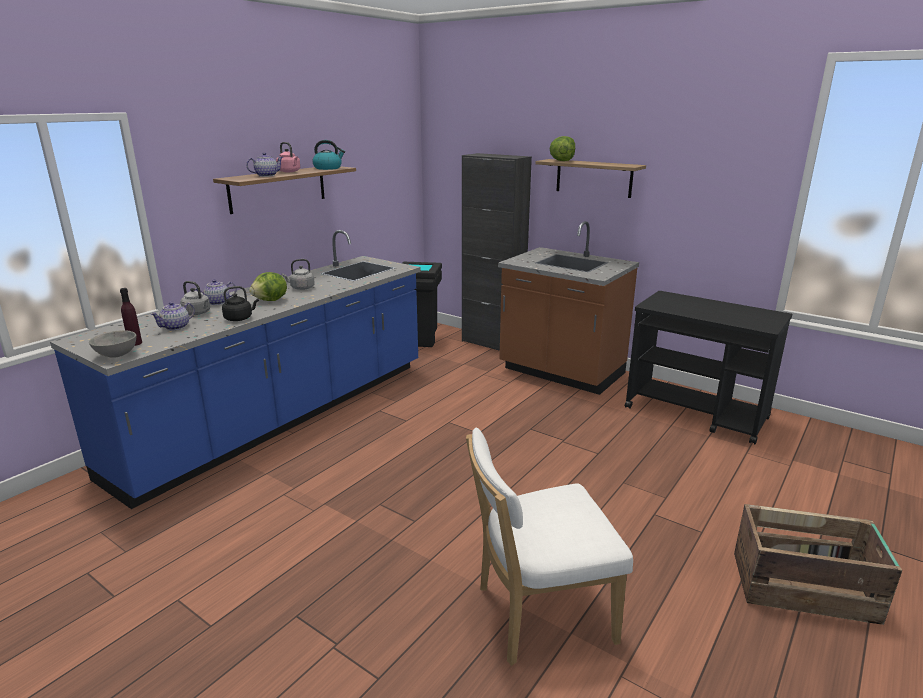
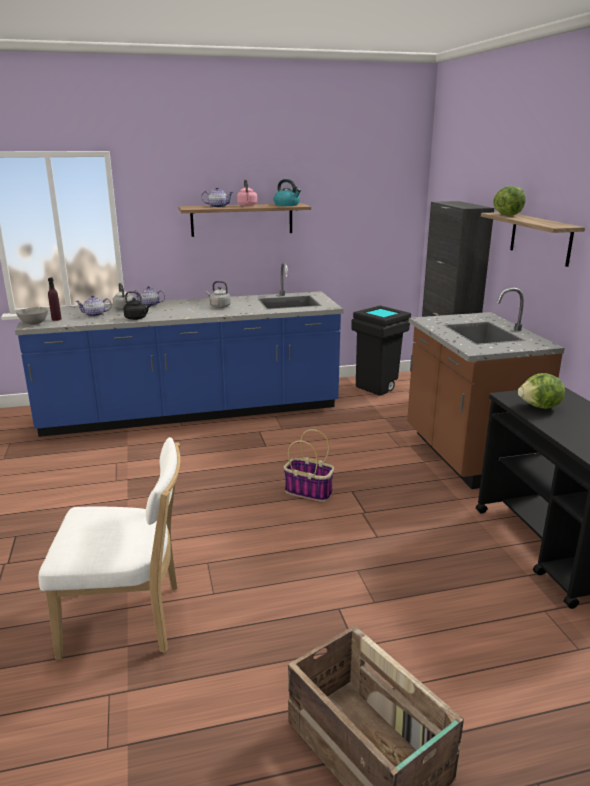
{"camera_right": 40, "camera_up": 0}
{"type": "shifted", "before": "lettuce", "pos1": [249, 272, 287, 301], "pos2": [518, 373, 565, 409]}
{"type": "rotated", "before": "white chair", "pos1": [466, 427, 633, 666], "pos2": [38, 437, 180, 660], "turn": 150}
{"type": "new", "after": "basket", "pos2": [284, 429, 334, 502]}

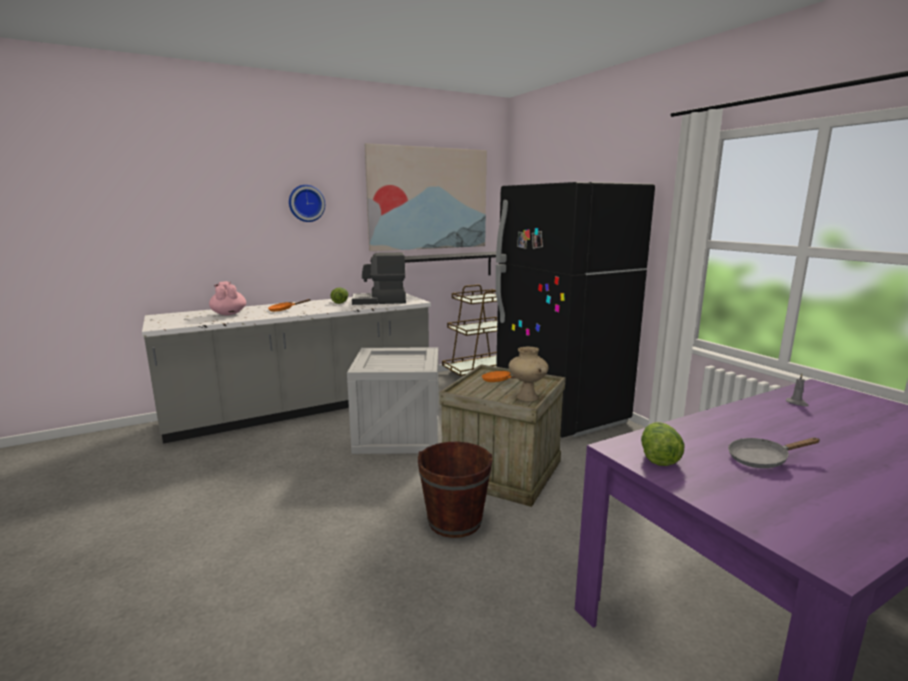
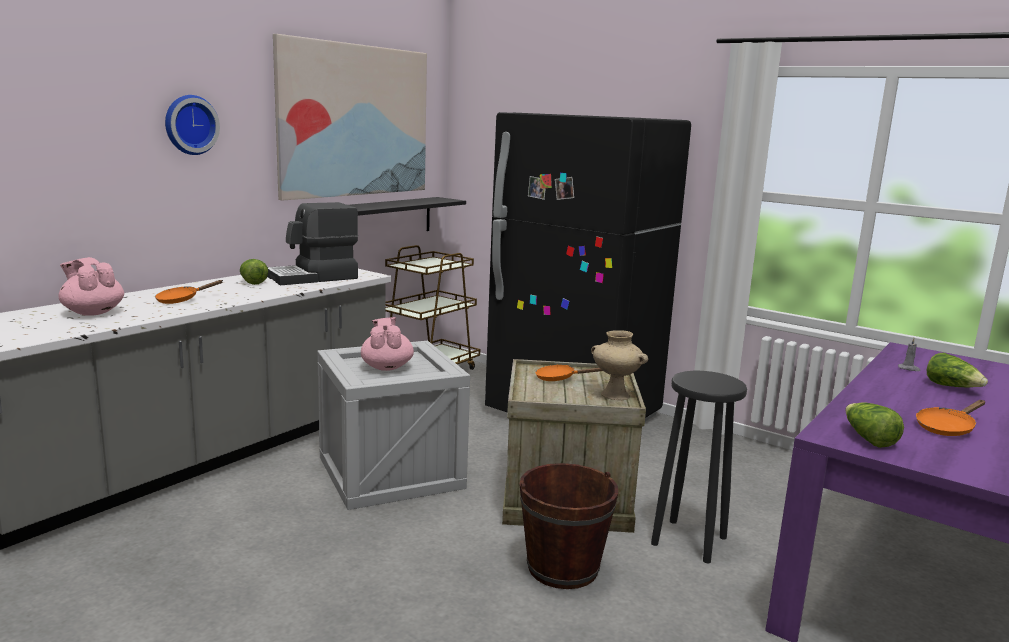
{"camera_right": -25, "camera_up": 0}
{"type": "repainted", "before": "grey frying pan", "after": "orange frying pan", "pos1": [728, 437, 819, 468], "pos2": [916, 400, 985, 436]}
{"type": "new", "after": "pink teapot", "pos2": [361, 317, 414, 371]}
{"type": "new", "after": "black stool", "pos2": [651, 371, 747, 564]}
{"type": "new", "after": "lettuce", "pos2": [927, 352, 988, 387]}

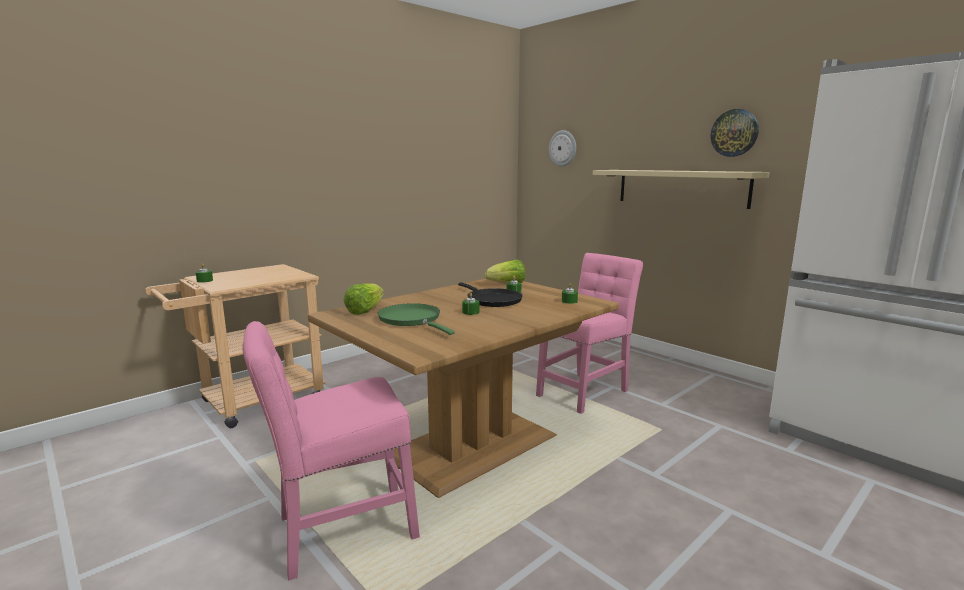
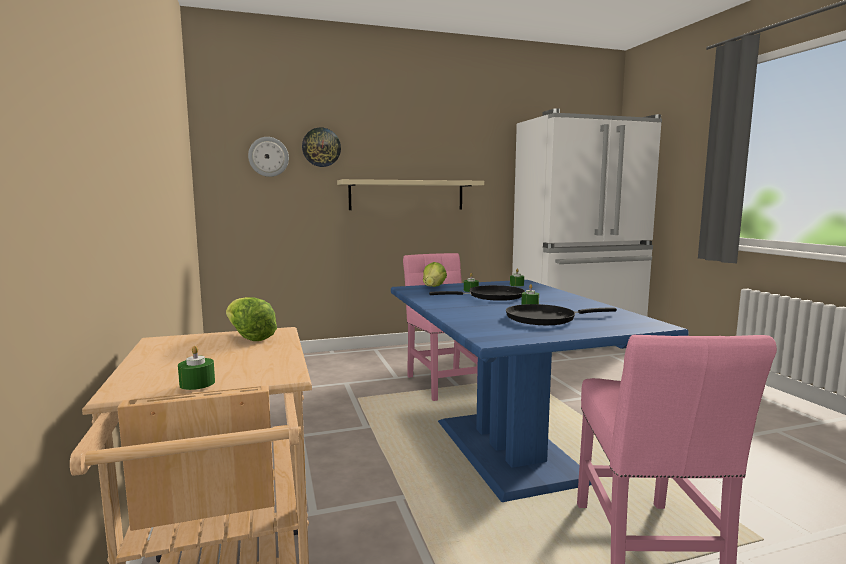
{"camera_right": -65, "camera_up": -5}
{"type": "repainted", "before": "brown dining table", "after": "blue dining table", "pos1": [308, 279, 619, 498], "pos2": [391, 280, 689, 502]}
{"type": "shifted", "before": "lettuce", "pos1": [344, 283, 384, 315], "pos2": [226, 297, 277, 341]}
{"type": "repainted", "before": "green frying pan", "after": "black frying pan", "pos1": [378, 303, 454, 335], "pos2": [506, 304, 617, 325]}
{"type": "shifted", "before": "wall clock", "pos1": [711, 109, 759, 157], "pos2": [302, 127, 341, 167]}

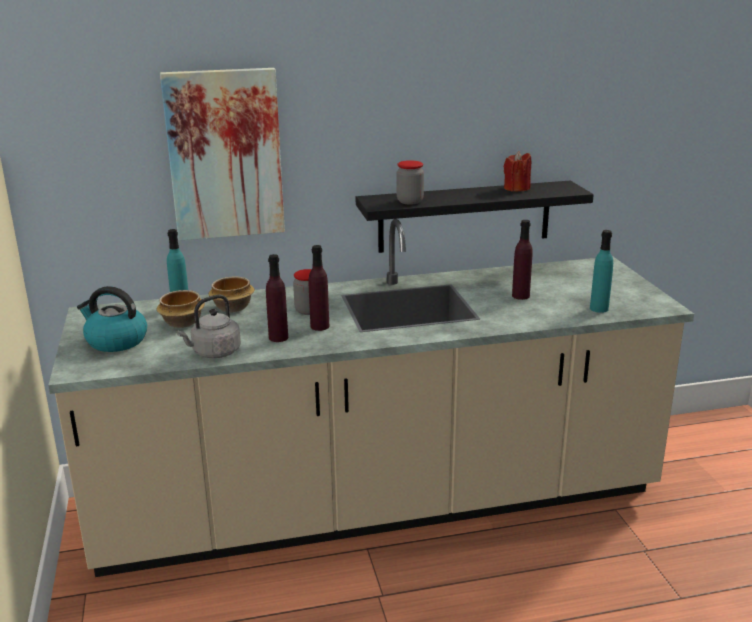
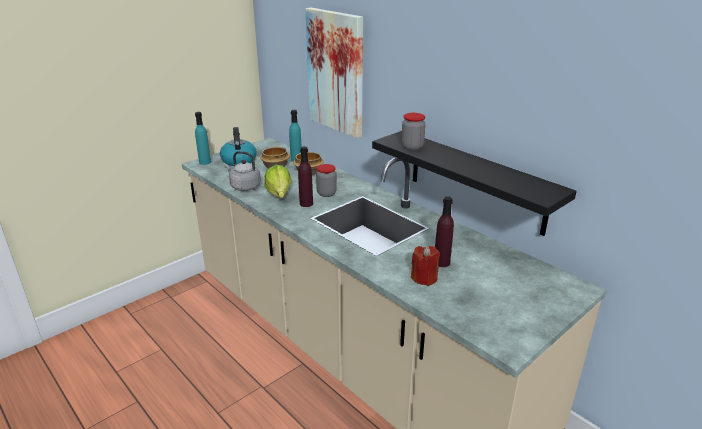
{"camera_right": 60, "camera_up": 5}
{"type": "swapped", "before": "purple bottle", "after": "lettuce", "pos1": [266, 254, 288, 342], "pos2": [264, 165, 291, 198]}
{"type": "shifted", "before": "red candle", "pos1": [504, 151, 531, 191], "pos2": [411, 246, 440, 286]}
{"type": "shifted", "before": "turquoise bottle", "pos1": [590, 230, 613, 313], "pos2": [195, 112, 211, 165]}

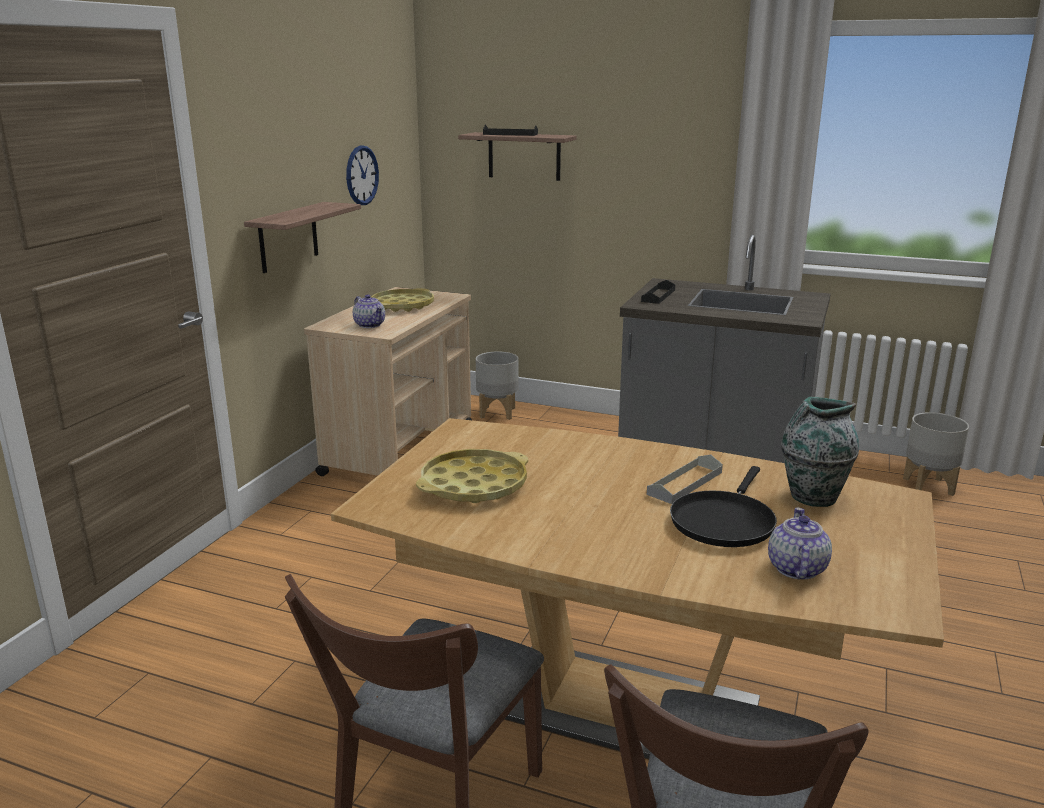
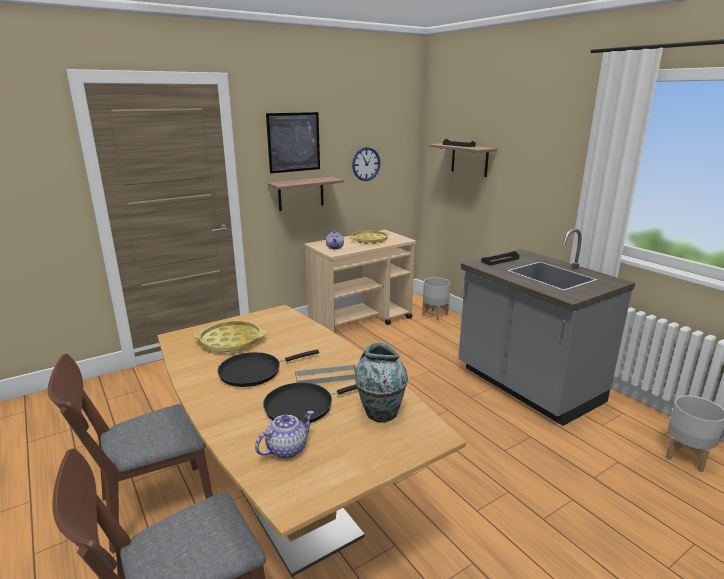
{"camera_right": 35, "camera_up": 0}
{"type": "new", "after": "black frying pan", "pos2": [218, 349, 319, 387]}
{"type": "new", "after": "picture", "pos2": [266, 112, 320, 174]}

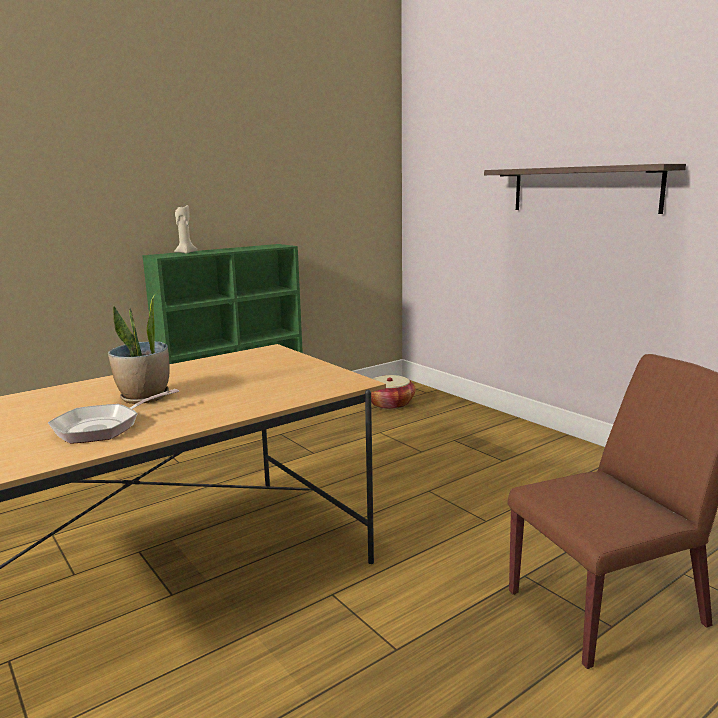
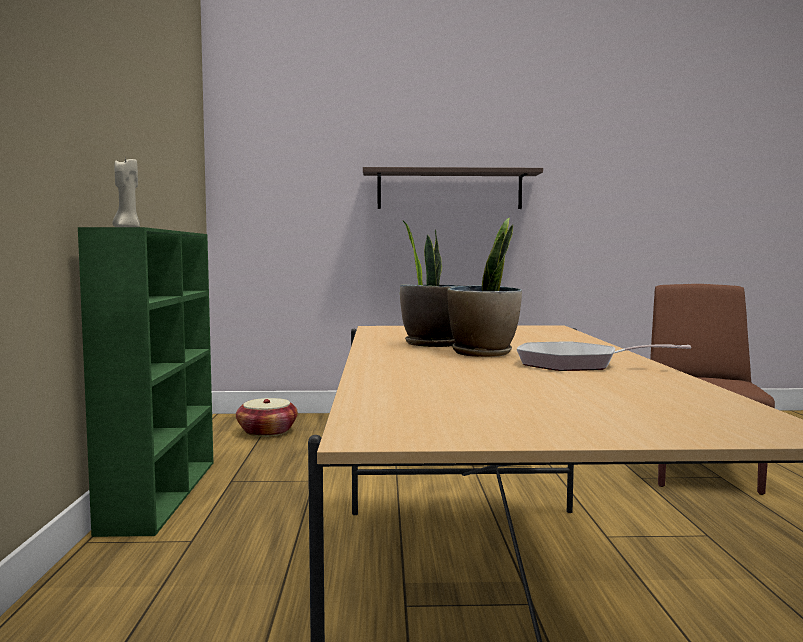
{"camera_right": -55, "camera_up": -10}
{"type": "rotated", "before": "frying pan", "pos1": [48, 389, 179, 444], "pos2": [517, 342, 691, 371], "turn": 120}
{"type": "new", "after": "potted plant", "pos2": [400, 220, 460, 347]}

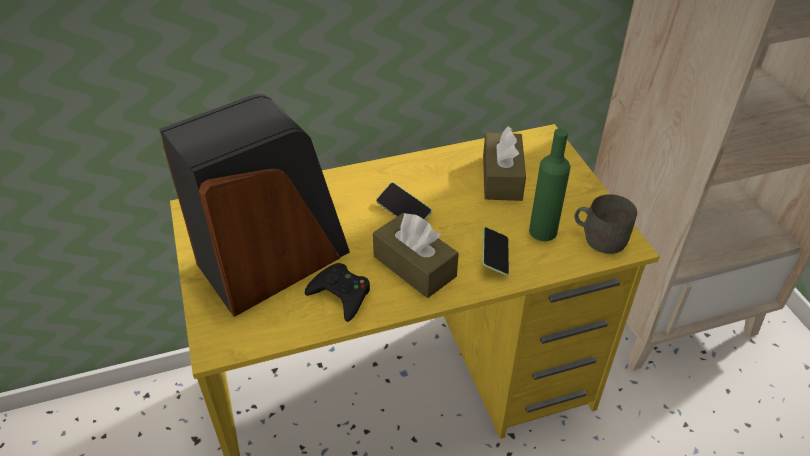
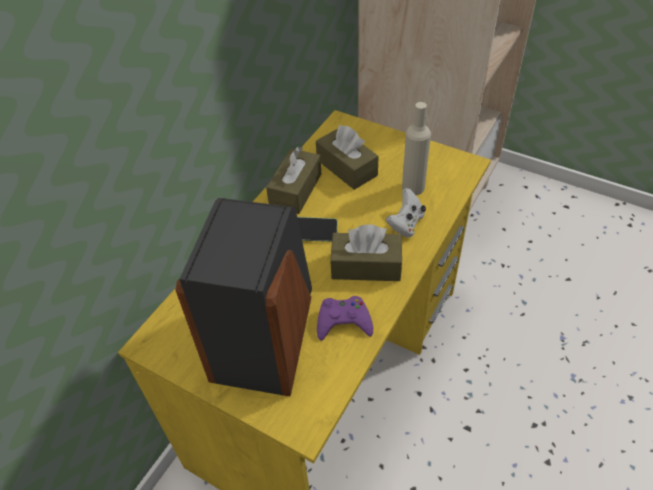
{"camera_right": -40, "camera_up": 5}
{"type": "repainted", "before": "black game controller", "after": "purple game controller", "pos1": [305, 263, 370, 322], "pos2": [317, 296, 373, 341]}
{"type": "swapped", "before": "phone", "after": "white game controller", "pos1": [482, 227, 509, 275], "pos2": [386, 188, 426, 238]}
{"type": "repainted", "before": "green bottle", "after": "beige bottle", "pos1": [529, 128, 571, 241], "pos2": [402, 102, 431, 195]}
{"type": "gone", "before": "grey mug", "pos1": [574, 194, 637, 254]}
{"type": "new", "after": "brown tissue box", "pos2": [266, 147, 321, 214]}

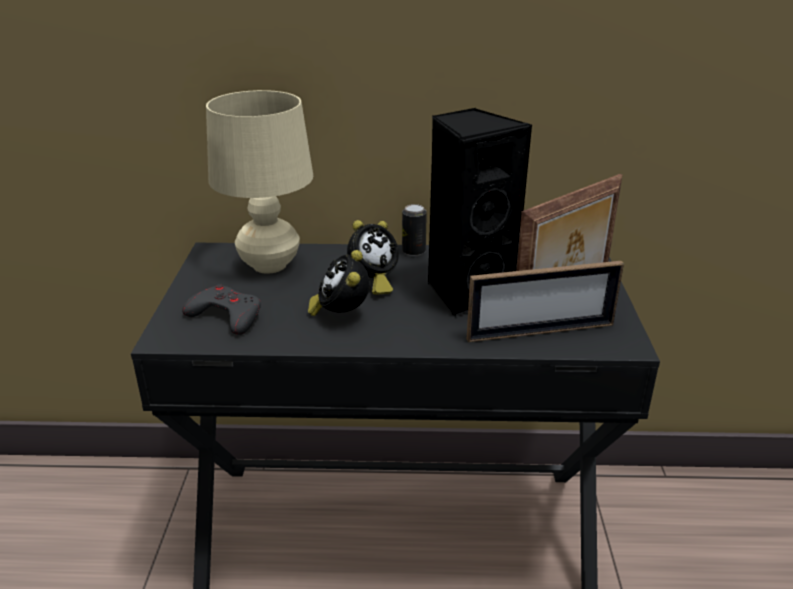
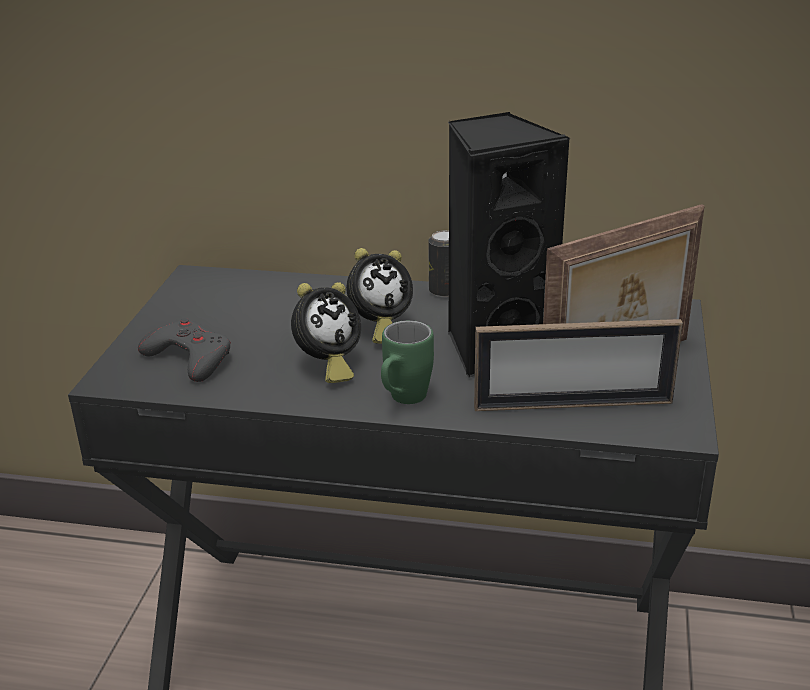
{"camera_right": 10, "camera_up": 0}
{"type": "gone", "before": "beige table lamp", "pos1": [206, 90, 313, 273]}
{"type": "rotated", "before": "alarm clock", "pos1": [308, 250, 370, 316], "pos2": [291, 282, 361, 383], "turn": -135}
{"type": "new", "after": "green mug", "pos2": [381, 320, 434, 404]}

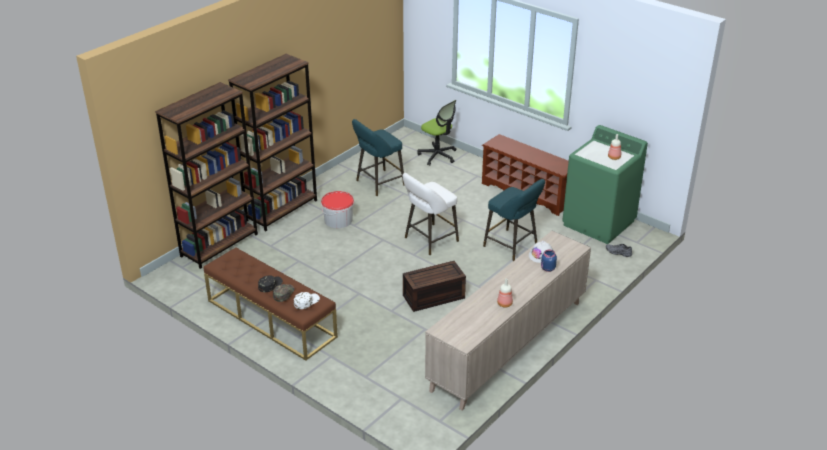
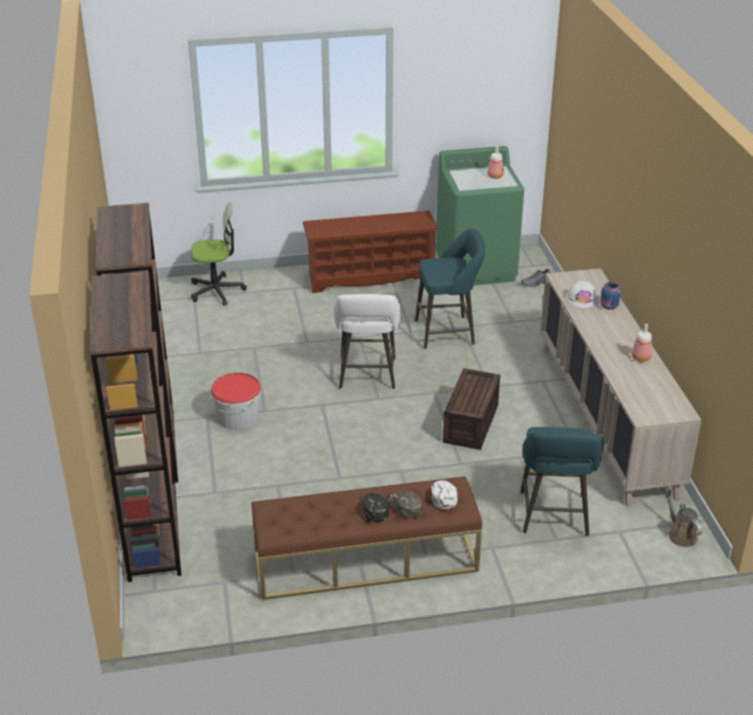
{"camera_right": -50, "camera_up": 0}
{"type": "shifted", "before": "turquoise stool", "pos1": [352, 119, 405, 196], "pos2": [520, 427, 604, 536]}
{"type": "new", "after": "brown watering can", "pos2": [663, 483, 702, 547]}

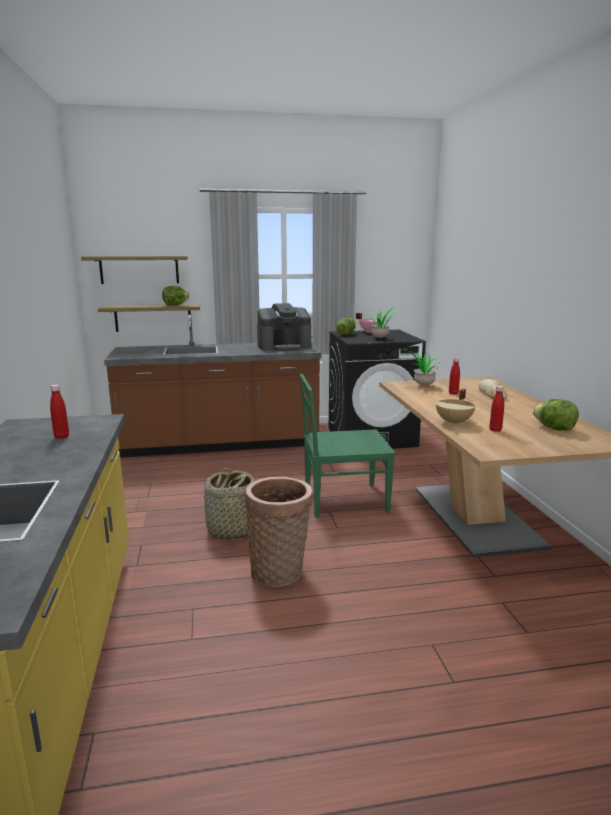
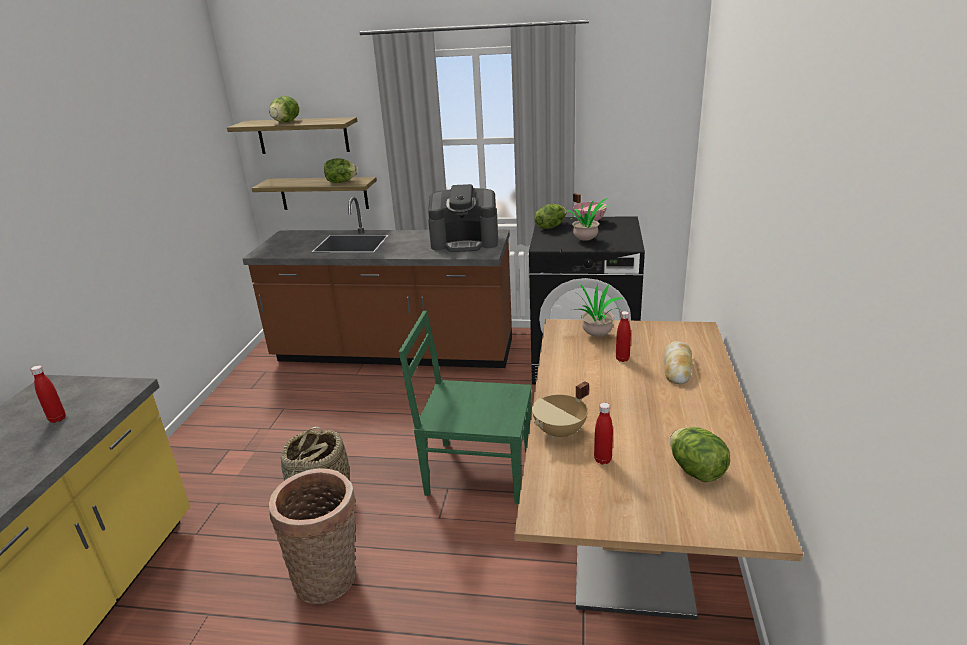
{"camera_right": 20, "camera_up": 10}
{"type": "new", "after": "lettuce", "pos2": [269, 96, 299, 122]}

